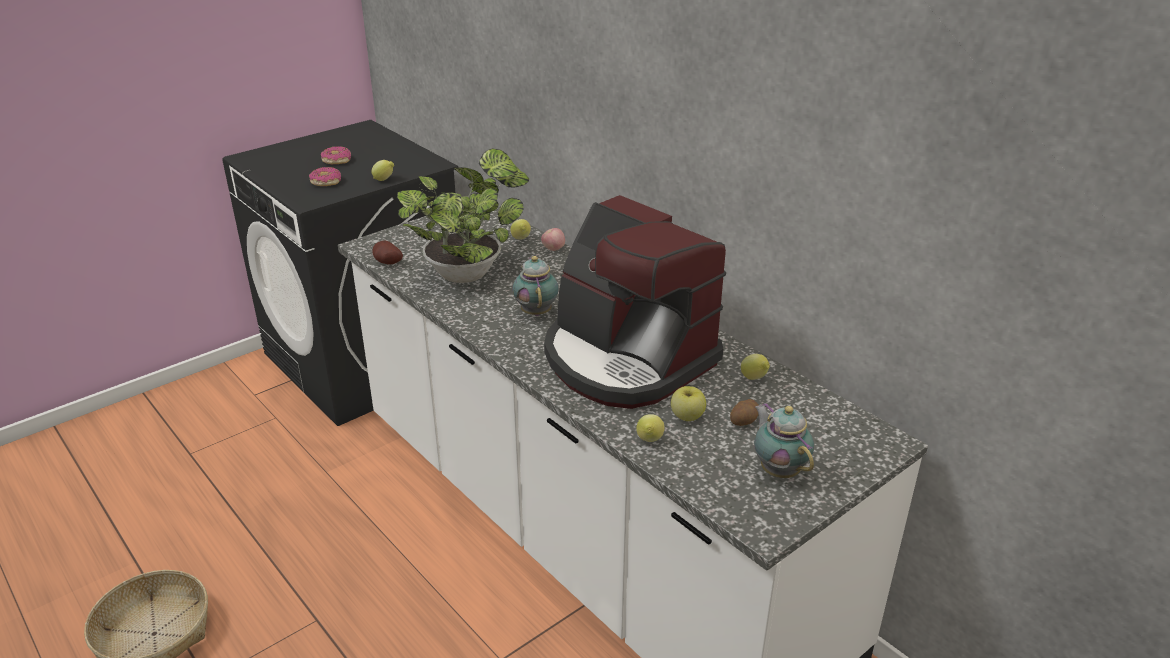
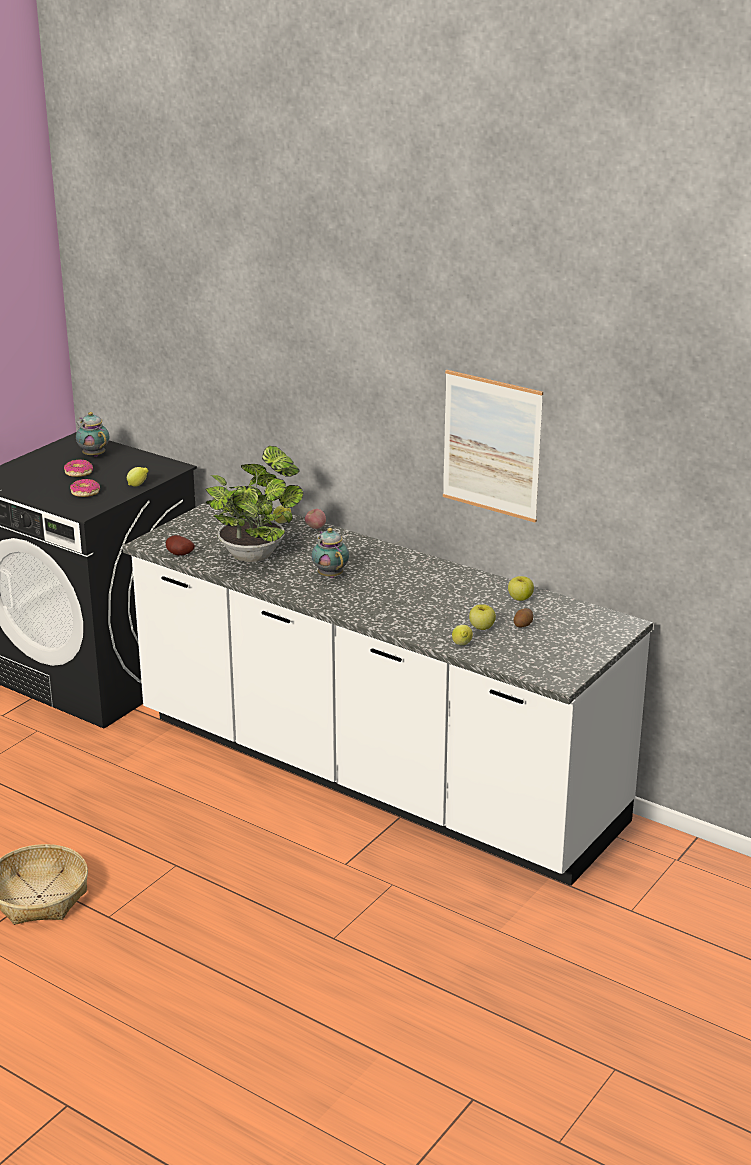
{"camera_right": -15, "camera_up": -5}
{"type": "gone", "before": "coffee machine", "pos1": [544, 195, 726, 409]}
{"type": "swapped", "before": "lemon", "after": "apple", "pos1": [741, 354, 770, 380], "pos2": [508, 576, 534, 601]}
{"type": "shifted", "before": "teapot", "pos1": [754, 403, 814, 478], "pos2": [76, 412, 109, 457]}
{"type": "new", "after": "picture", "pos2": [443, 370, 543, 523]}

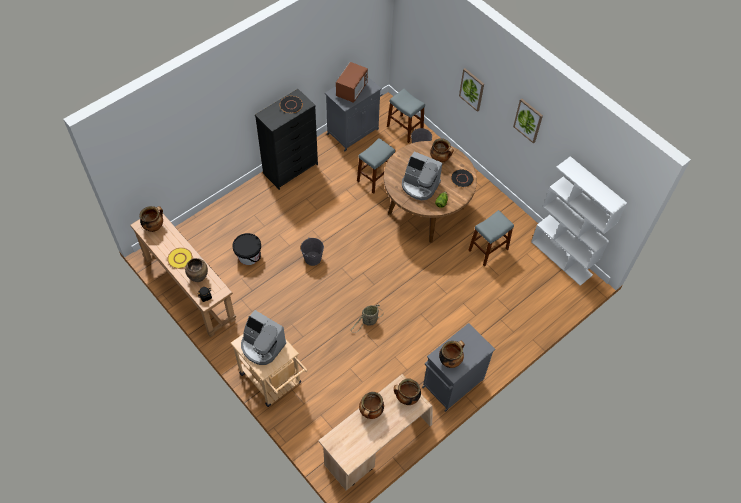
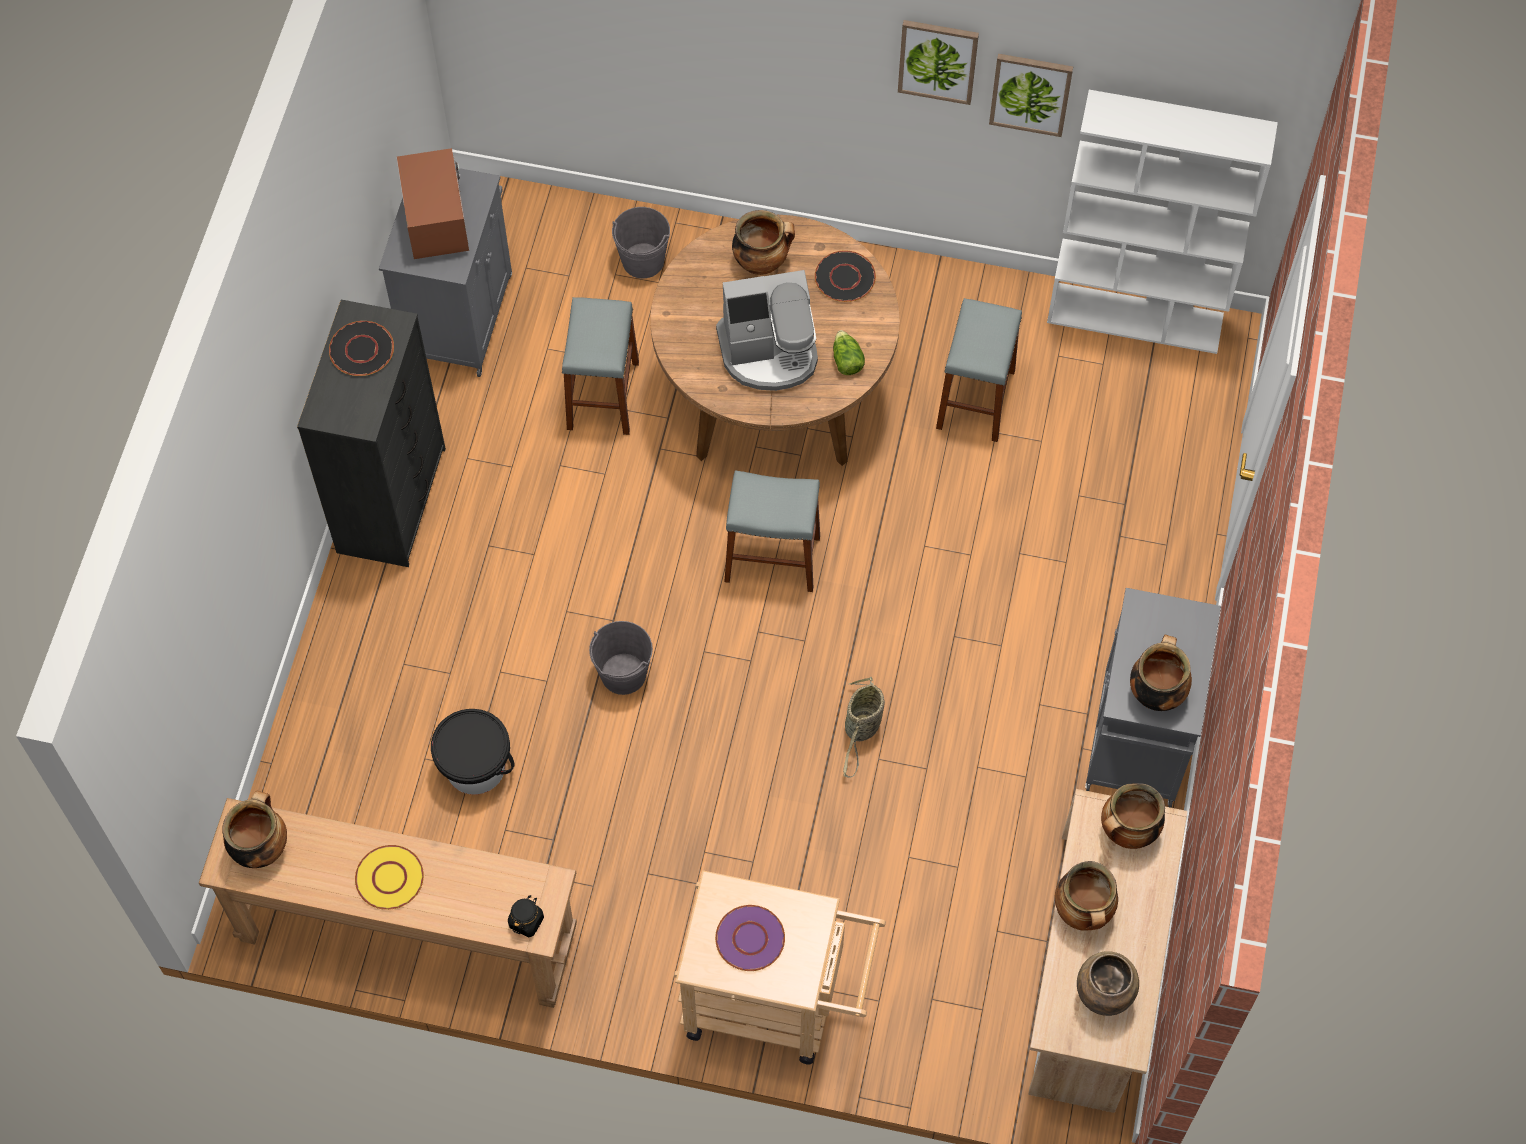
{"camera_right": -35, "camera_up": 5}
{"type": "shifted", "before": "brown vase", "pos1": [185, 258, 208, 282], "pos2": [1077, 951, 1139, 1016]}
{"type": "swapped", "before": "coffee machine", "after": "purple plate", "pos1": [241, 310, 286, 365], "pos2": [715, 905, 785, 971]}
{"type": "shifted", "before": "grey stool", "pos1": [387, 89, 425, 143], "pos2": [724, 470, 820, 592]}
{"type": "shifted", "before": "picture", "pos1": [459, 68, 484, 112], "pos2": [989, 54, 1073, 137]}

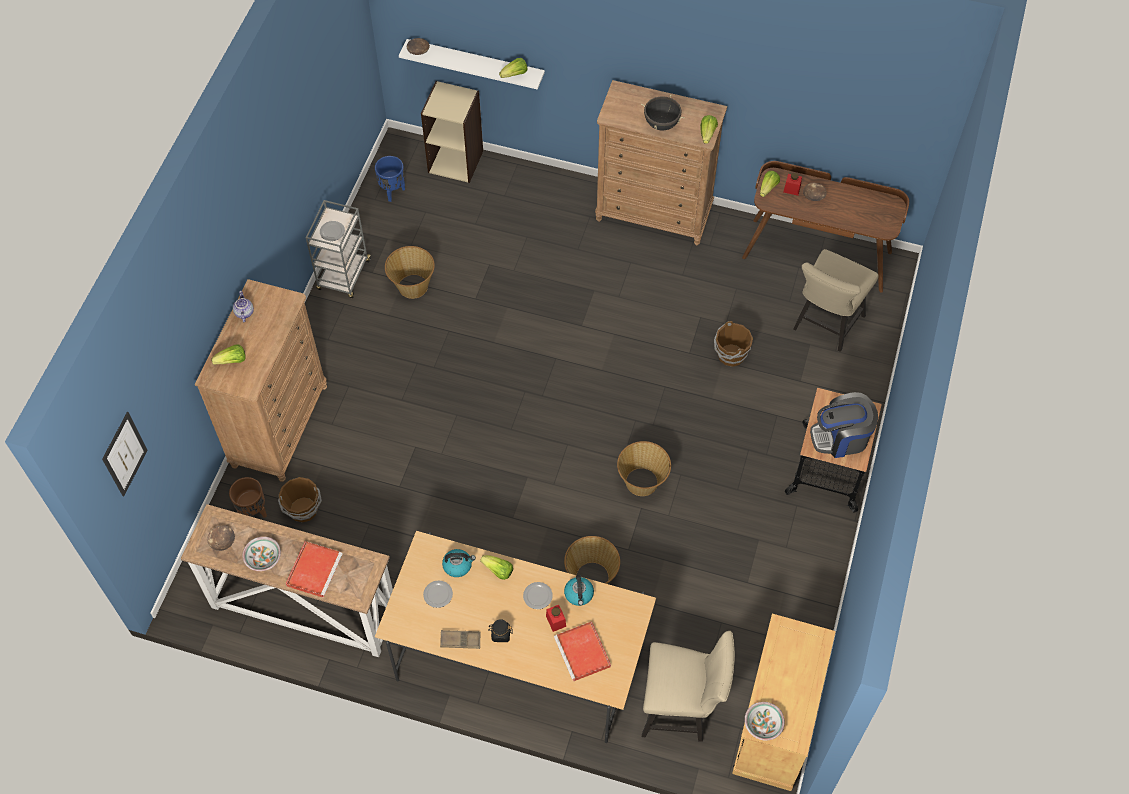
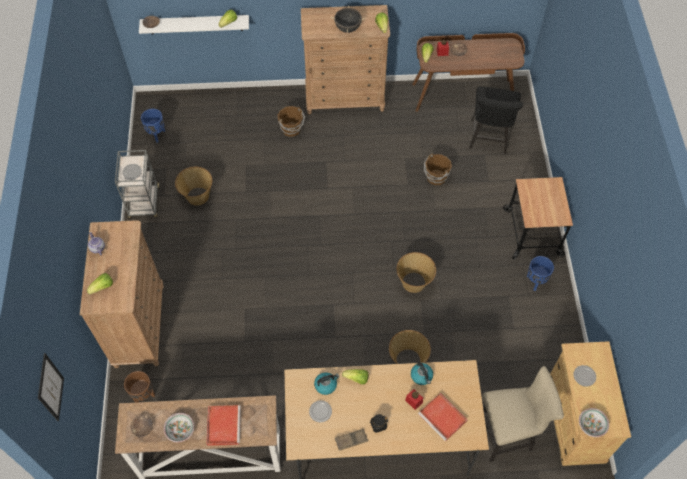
{"camera_right": -20, "camera_up": 0}
{"type": "shifted", "before": "brown bucket", "pos1": [278, 477, 322, 523], "pos2": [277, 106, 305, 137]}
{"type": "gone", "before": "beige bookcase", "pos1": [421, 81, 483, 183]}
{"type": "shifted", "before": "plate", "pos1": [523, 582, 553, 609], "pos2": [574, 365, 596, 387]}
{"type": "repainted", "before": "beige chair", "after": "black chair", "pos1": [793, 249, 879, 352], "pos2": [469, 86, 523, 154]}
{"type": "gone", "before": "coffee machine", "pos1": [810, 392, 878, 458]}
{"type": "new", "after": "blue planter", "pos2": [527, 256, 554, 291]}

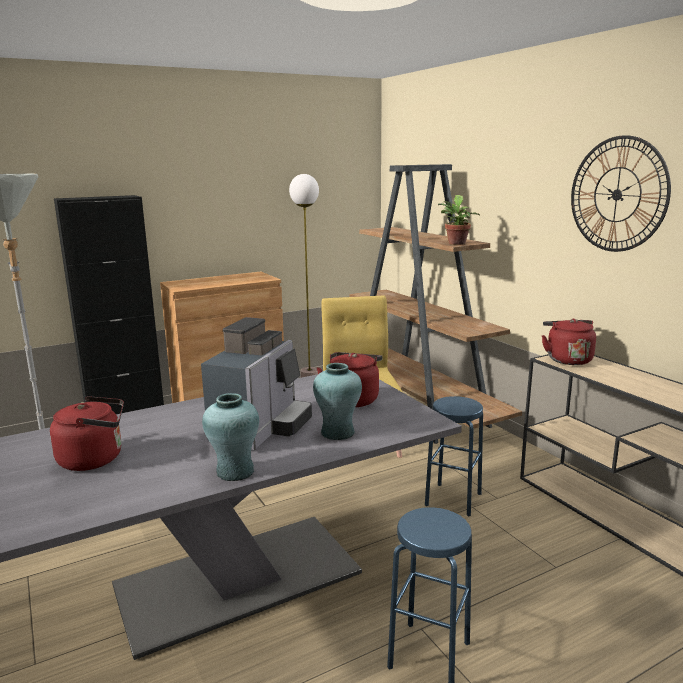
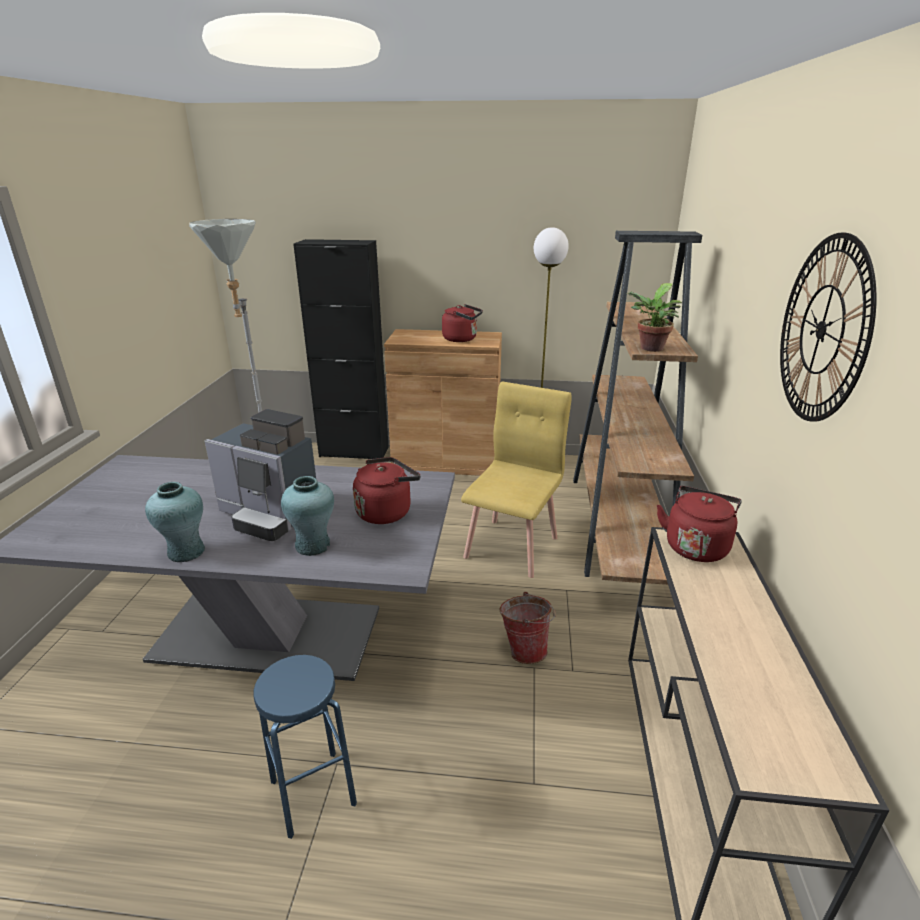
{"camera_right": 35, "camera_up": 10}
{"type": "shifted", "before": "red kettle", "pos1": [50, 396, 124, 471], "pos2": [442, 304, 483, 342]}
{"type": "rotated", "before": "coffee machine", "pos1": [201, 317, 312, 450], "pos2": [204, 409, 316, 541], "turn": 60}
{"type": "swapped", "before": "blue stool", "after": "bucket", "pos1": [425, 396, 483, 517], "pos2": [499, 592, 556, 664]}

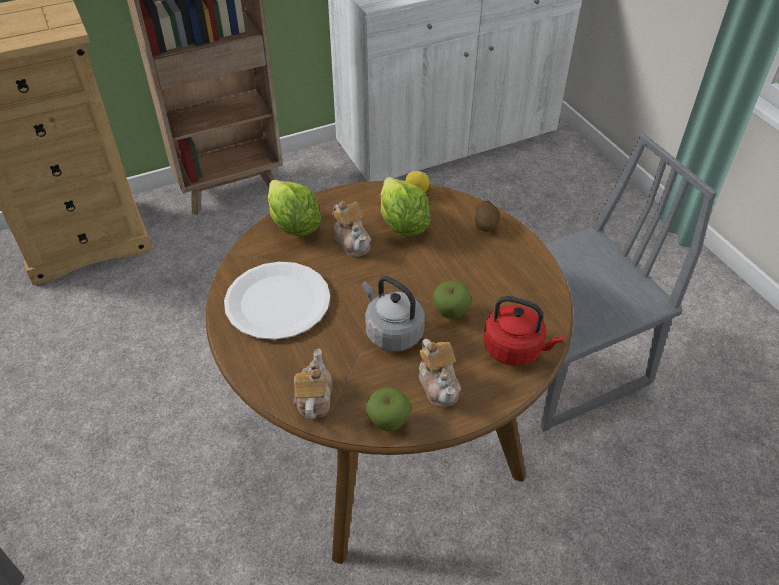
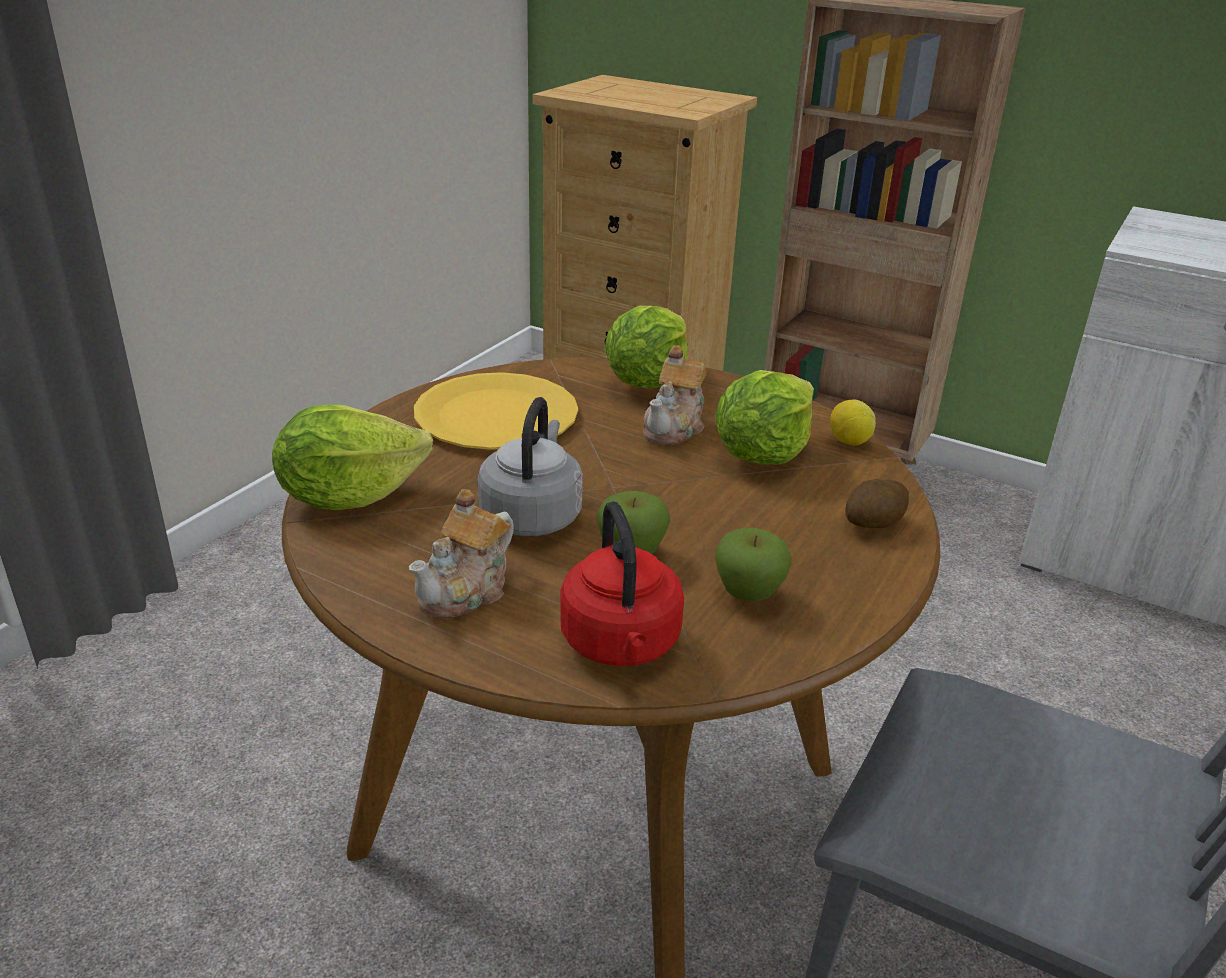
{"camera_right": 55, "camera_up": -15}
{"type": "repainted", "before": "white plate", "after": "yellow plate", "pos1": [224, 262, 330, 340], "pos2": [414, 372, 578, 450]}
{"type": "swapped", "before": "teapot", "after": "lettuce", "pos1": [293, 348, 333, 419], "pos2": [272, 405, 433, 510]}
{"type": "shifted", "before": "apple", "pos1": [366, 388, 411, 431], "pos2": [715, 527, 791, 602]}

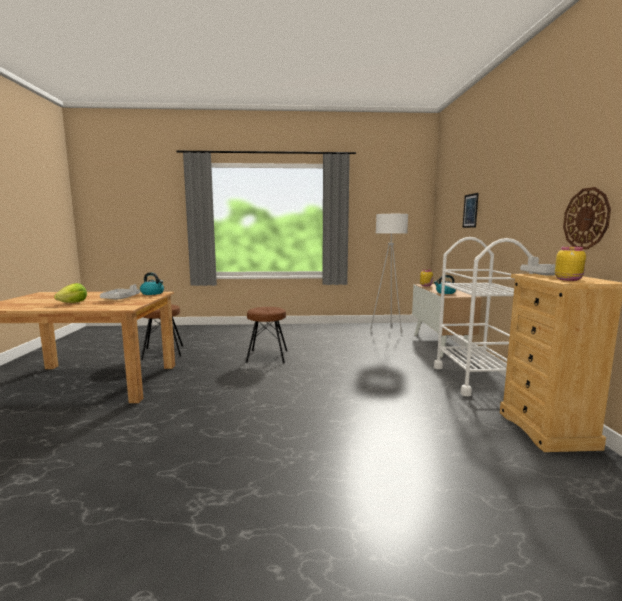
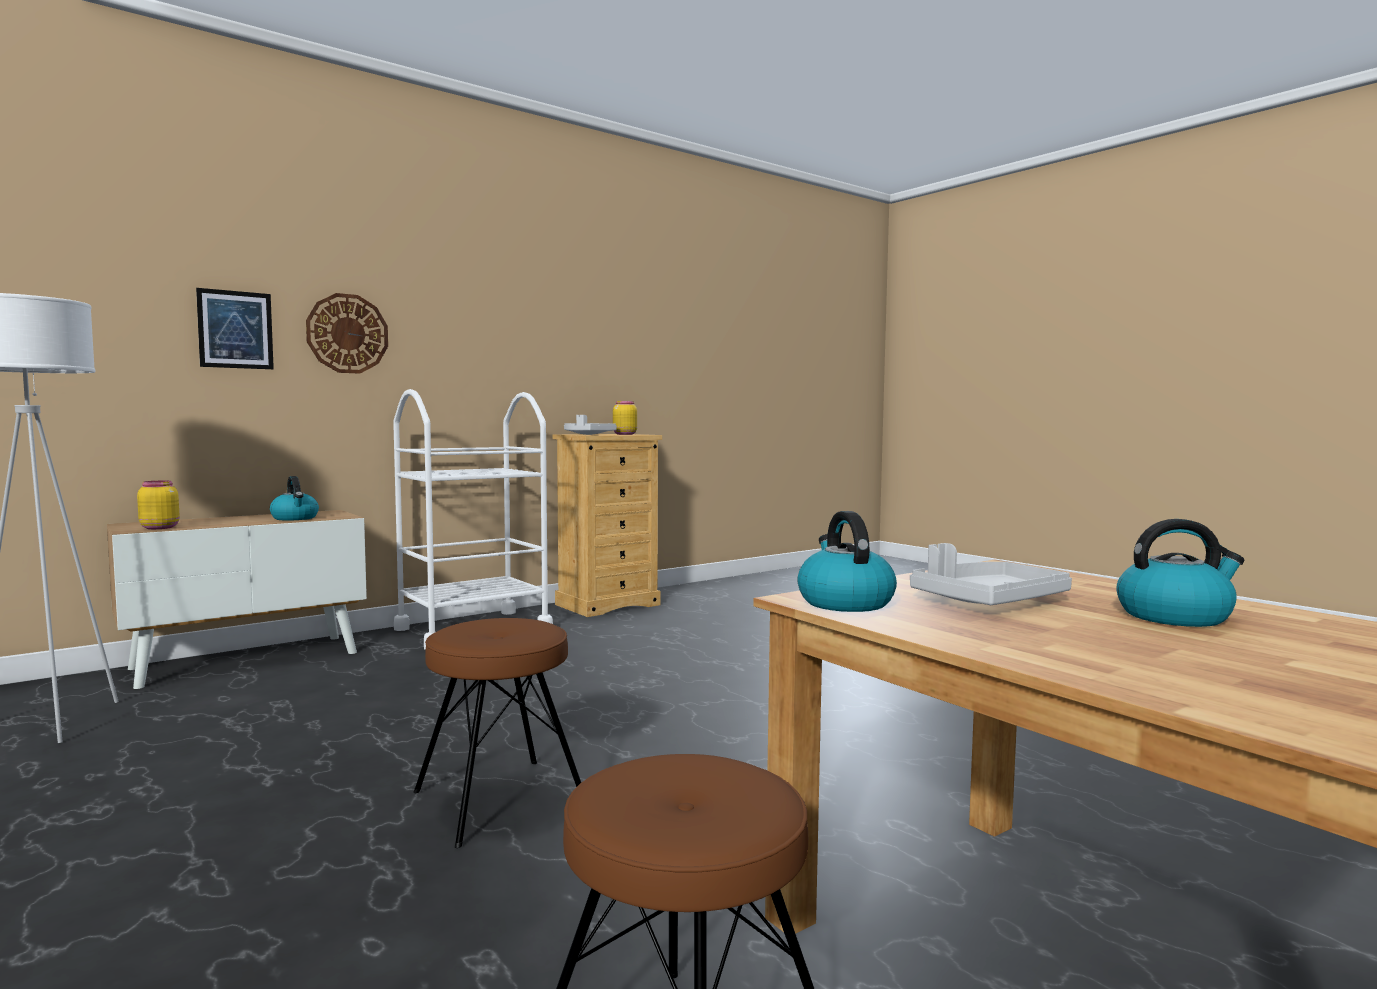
{"camera_right": -125, "camera_up": -5}
{"type": "swapped", "before": "lettuce", "after": "kettle", "pos1": [54, 283, 87, 303], "pos2": [1116, 519, 1245, 627]}
{"type": "shifted", "before": "wall clock", "pos1": [563, 187, 611, 249], "pos2": [306, 293, 388, 374]}

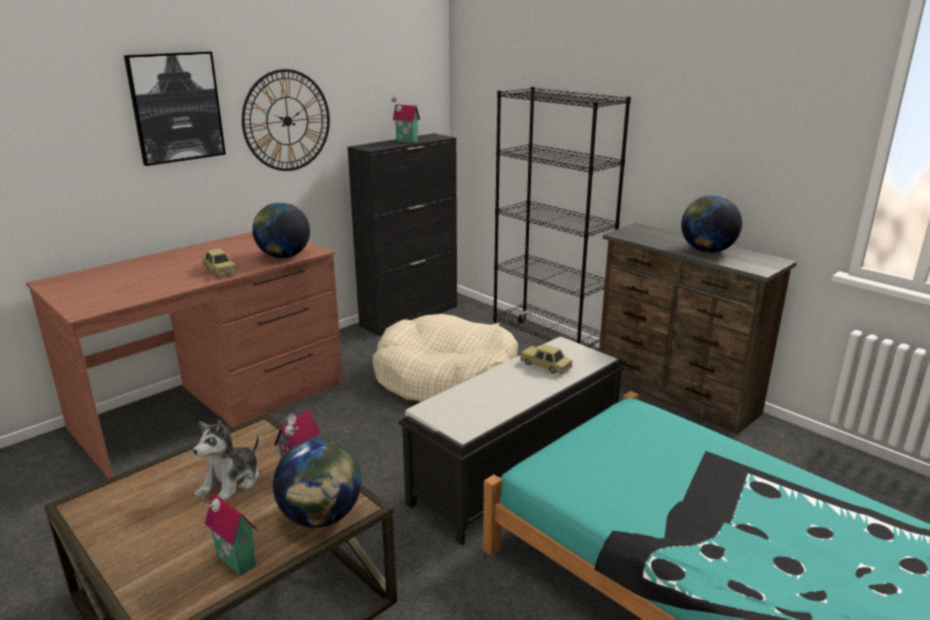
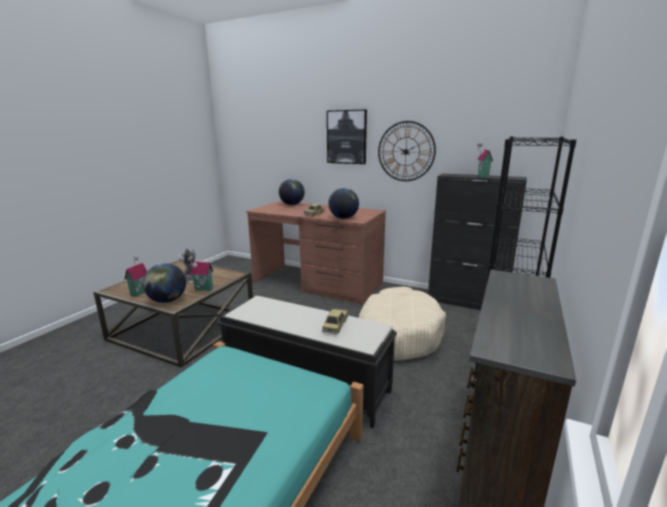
{"camera_right": 70, "camera_up": -5}
{"type": "shifted", "before": "globe", "pos1": [681, 195, 742, 253], "pos2": [279, 179, 305, 205]}

